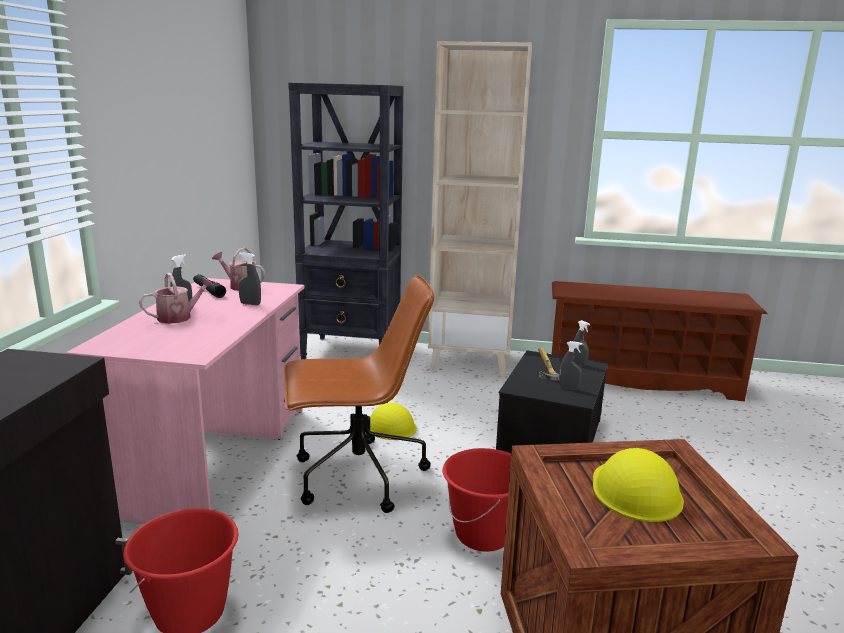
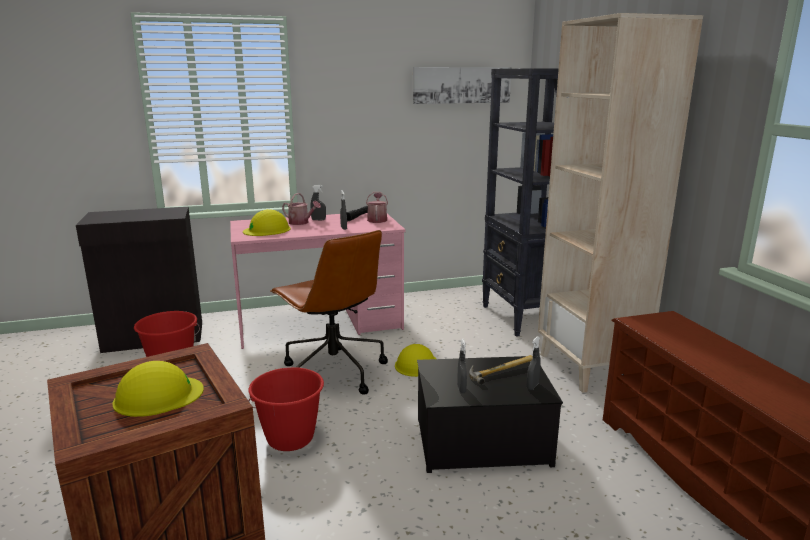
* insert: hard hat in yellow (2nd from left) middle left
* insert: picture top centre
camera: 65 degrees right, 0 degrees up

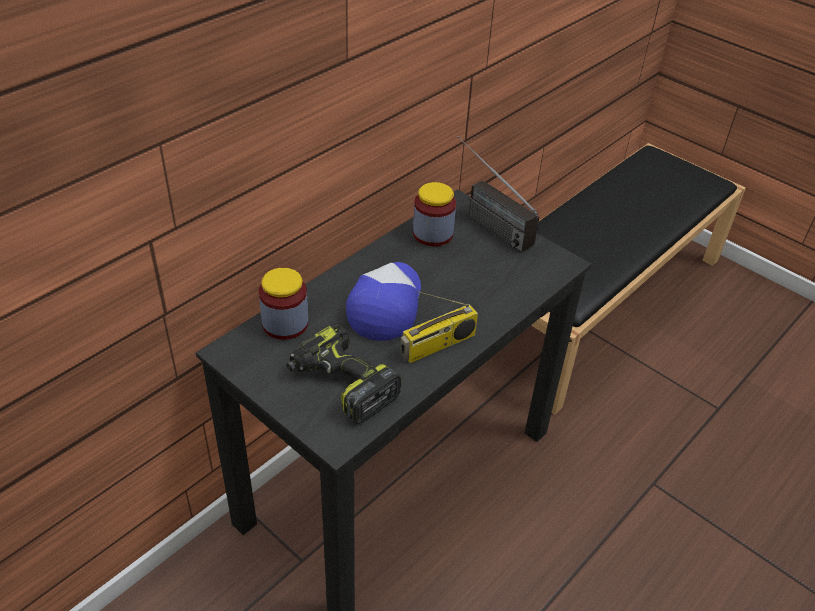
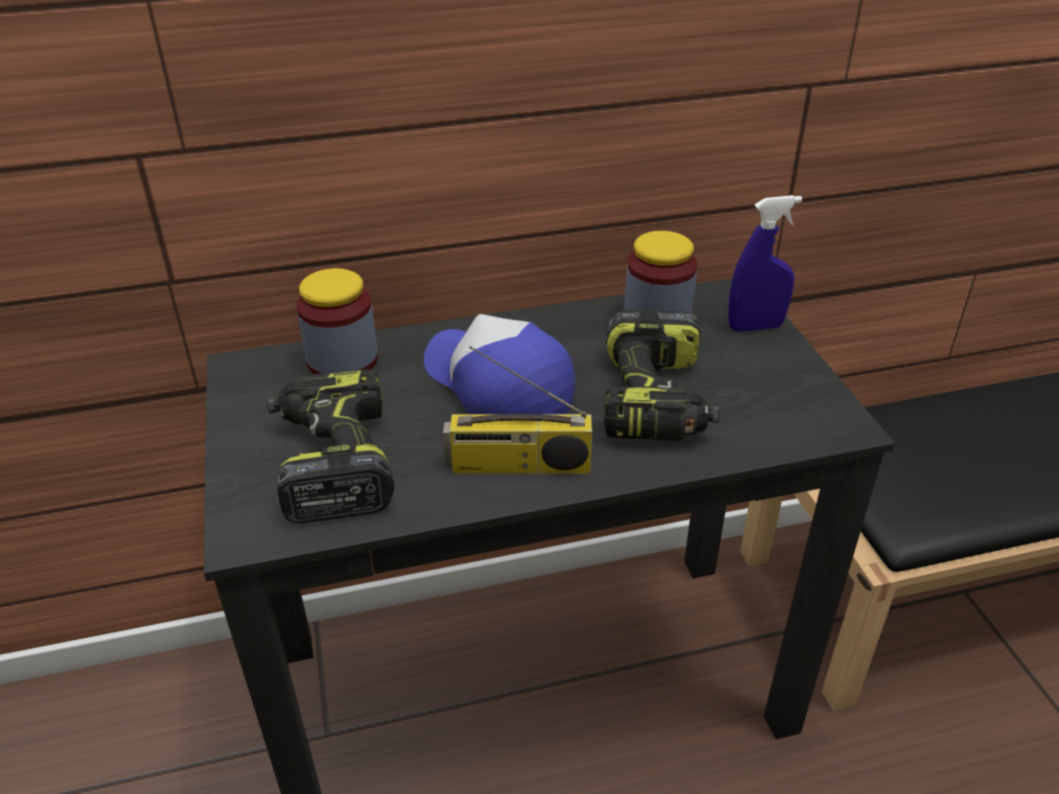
* rotate: cap centre = centre 90 degrees counterclockwise
* replace: radio (2nd from left) top centre to spray bottle in blue top right
* insert: power drill (2nd from left) centre
camera: 35 degrees right, 5 degrees down

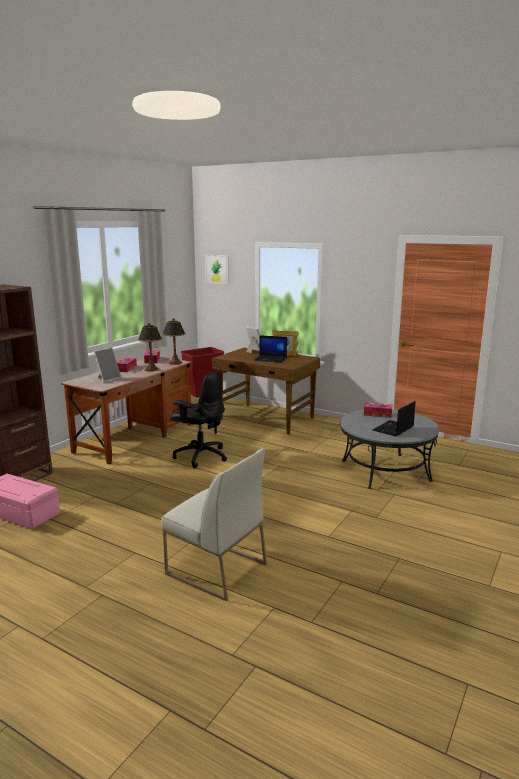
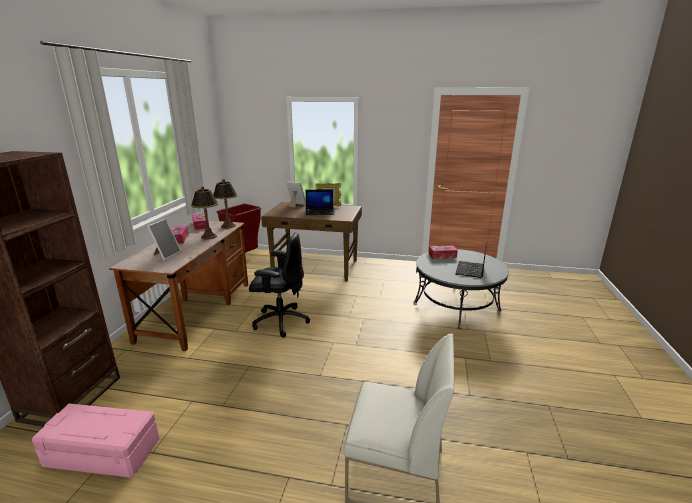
* delete: picture centre
camera: 20 degrees left, 5 degrees up

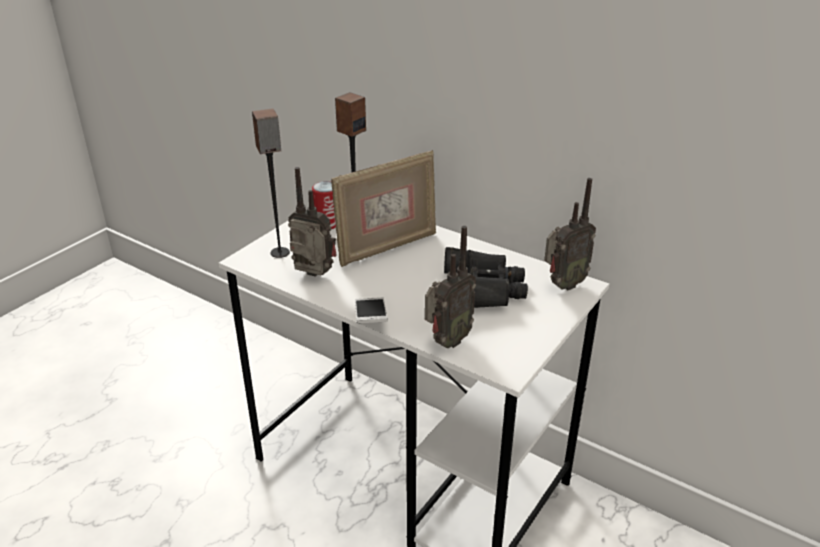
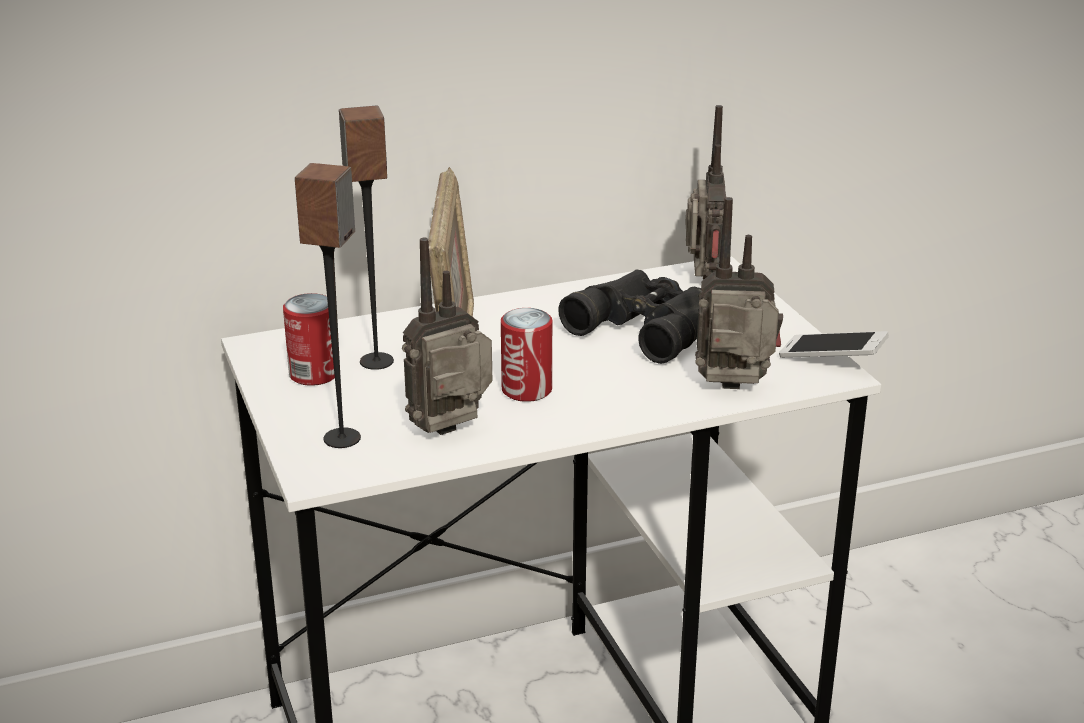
* move: phone centre to middle right
* rotate: radio (2nd from left in the first image) centre = middle right 75 degrees counterclockwise
* insert: can (2nd from left) centre
camera: 55 degrees left, 5 degrees down

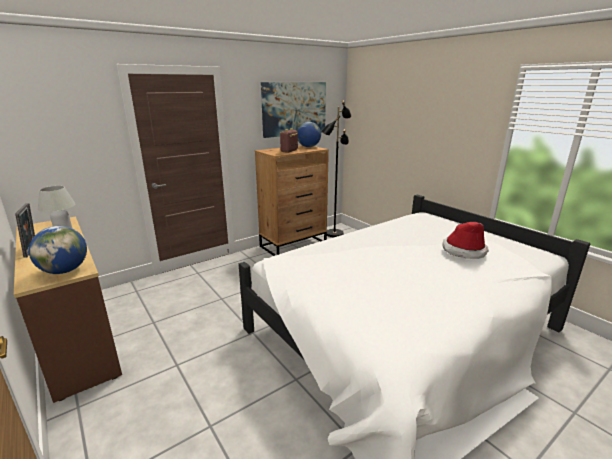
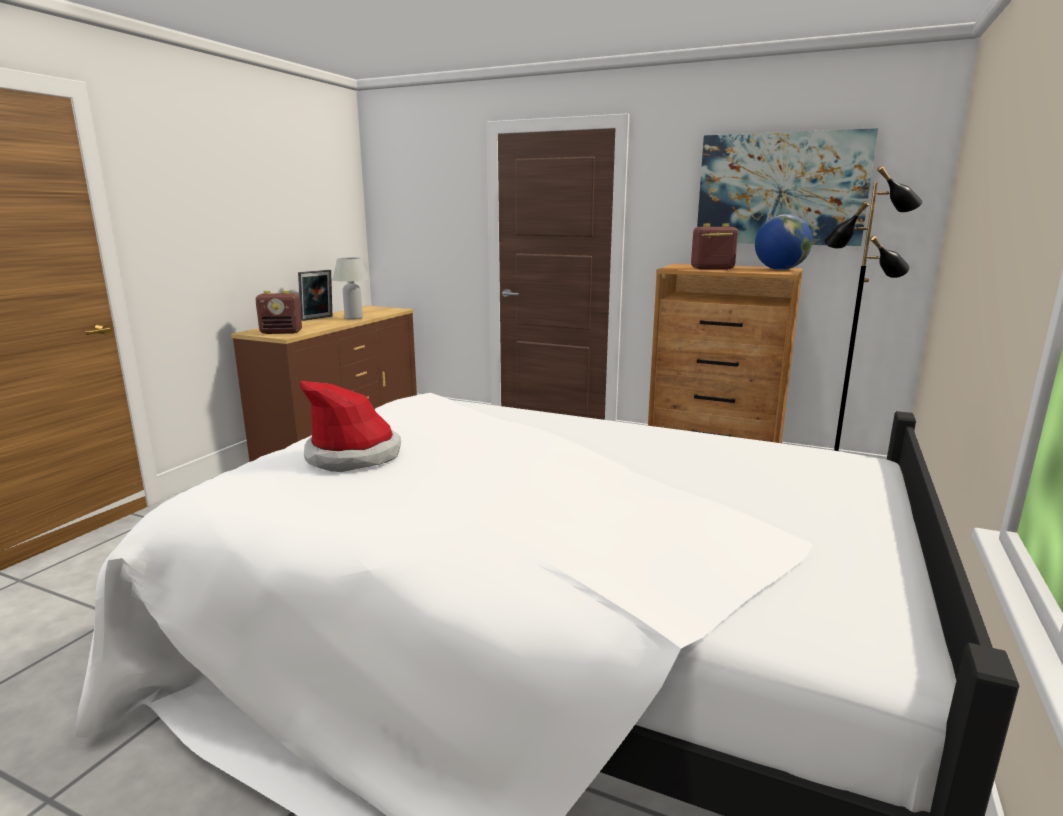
* replace: globe (1st from left) middle left to radio (1st from left) middle left
* move: hat middle right to middle left
camera: 60 degrees right, 5 degrees down

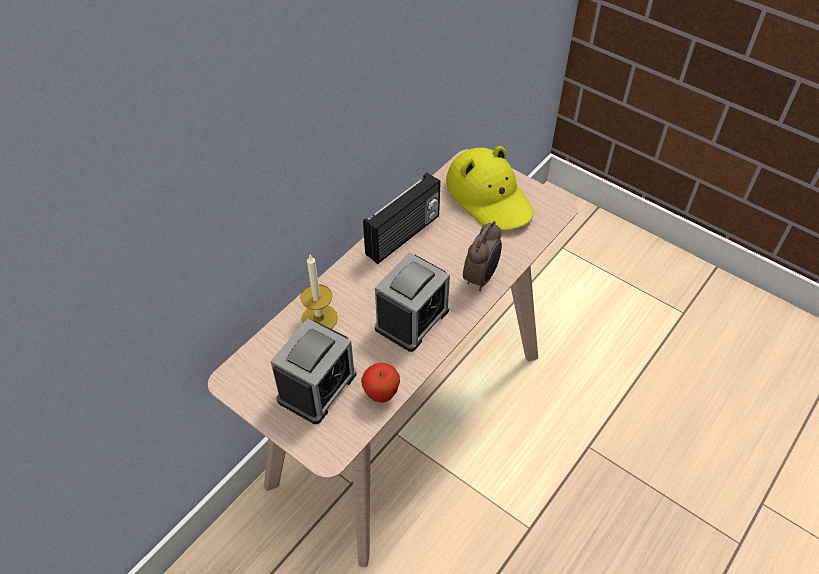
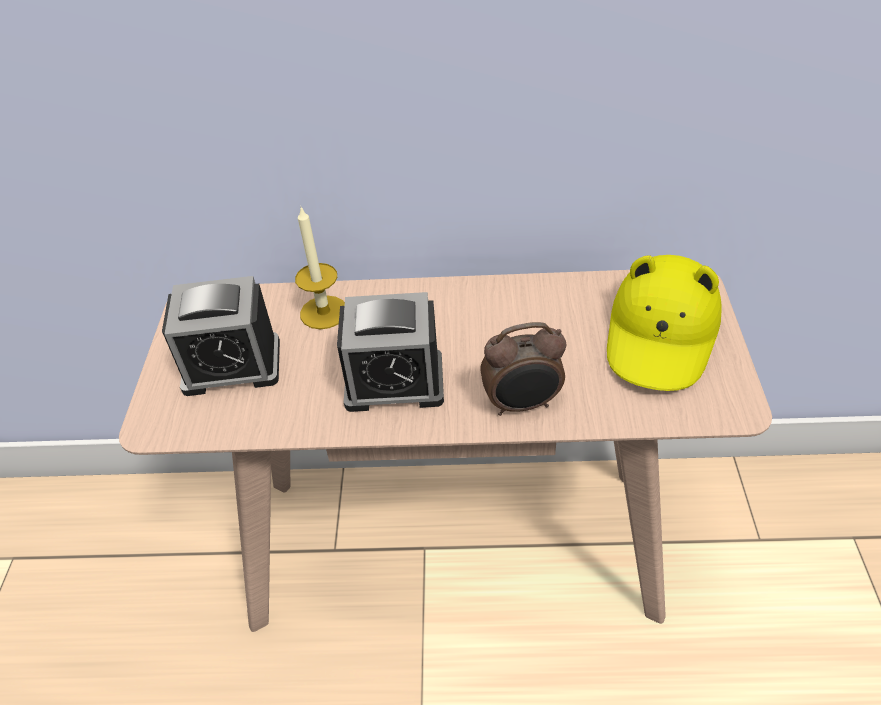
* delete: apple bottom centre
* delete: radio centre
camera: 55 degrees right, 5 degrees down

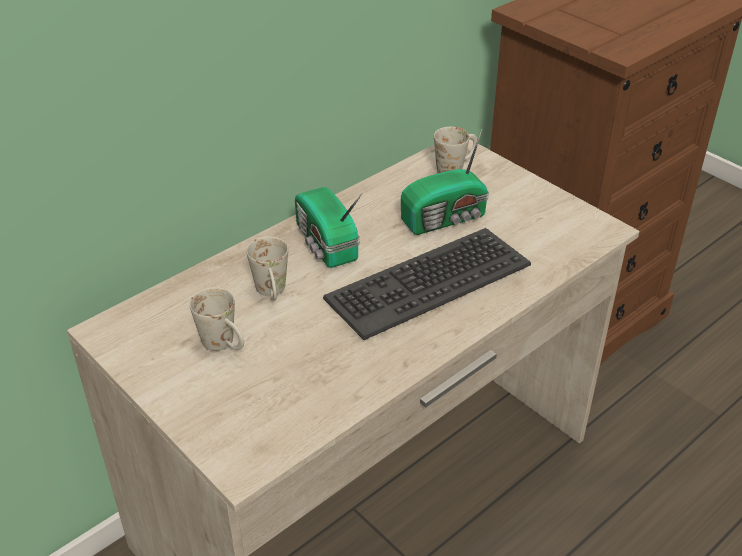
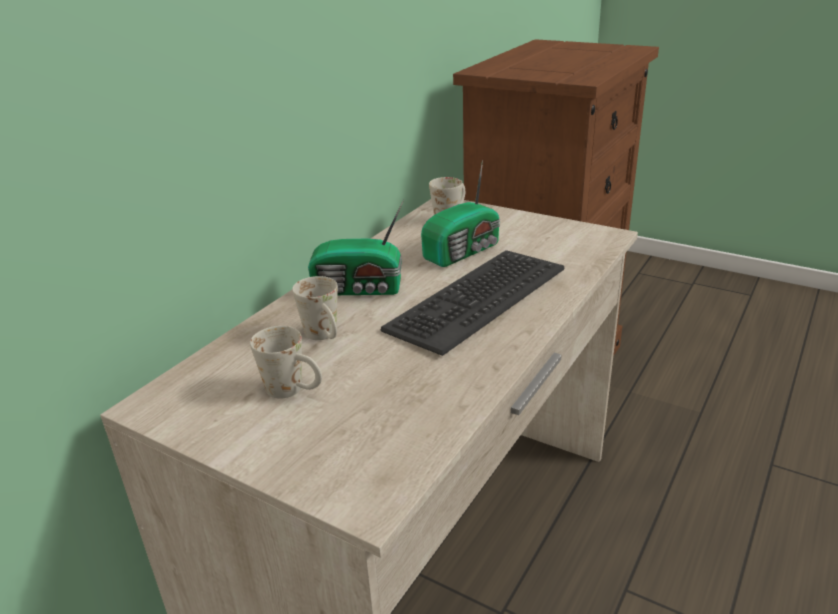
* rotate: radio (1st from left) centre = centre 45 degrees counterclockwise
camera: 15 degrees left, 10 degrees down

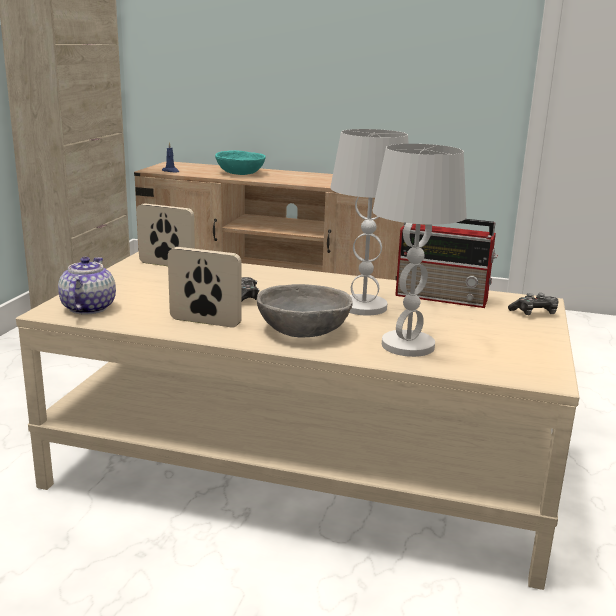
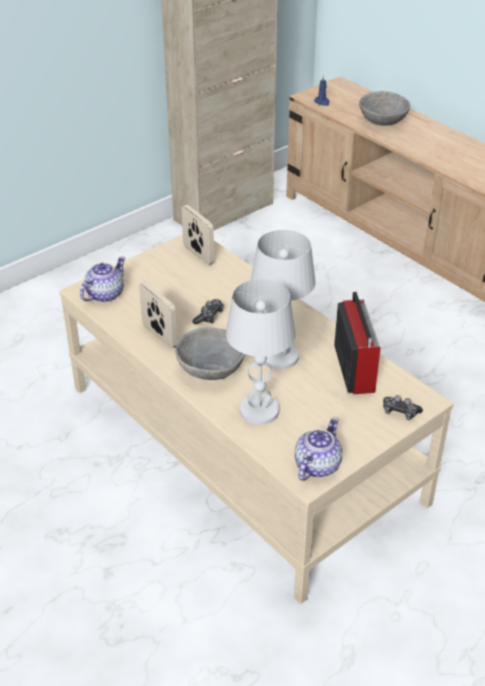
* recolor: bowl in turquoise top centre to bowl in grey (2nd from left) top right
* rotate: radio middle right = middle right 150 degrees counterclockwise
* insert: teapot (2nd from left) centre
camera: 35 degrees right, 20 degrees up

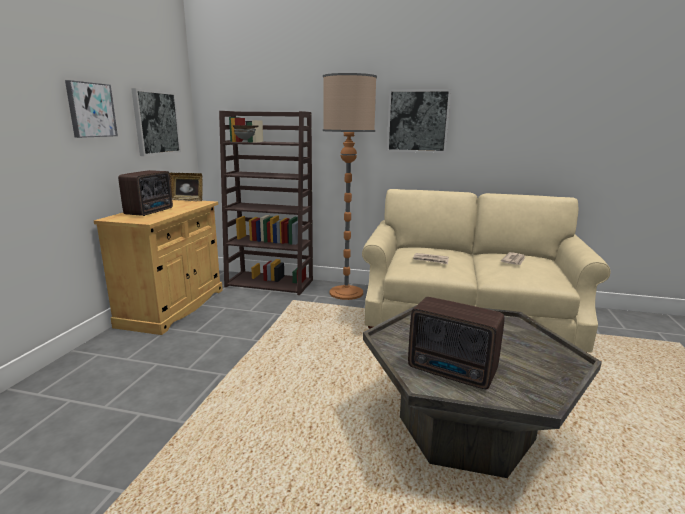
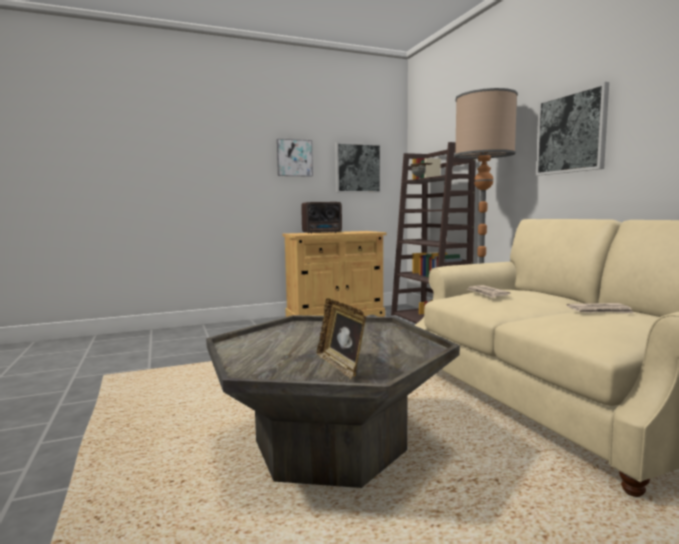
* move: picture frame middle left to centre
* delete: radio (2nd from left) bottom centre
camera: 55 degrees right, 10 degrees down

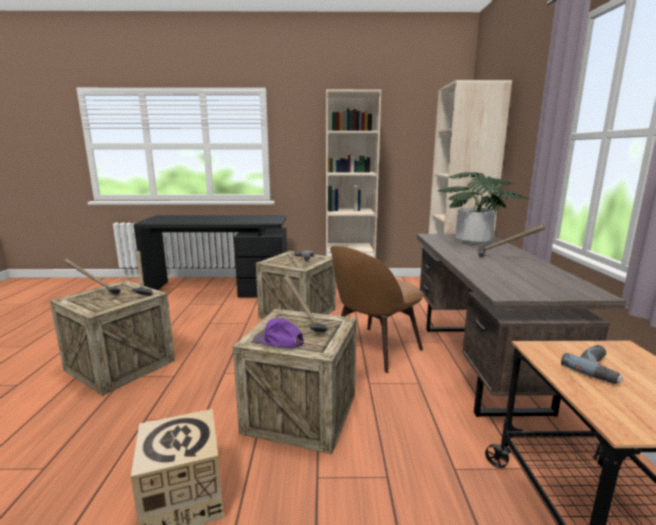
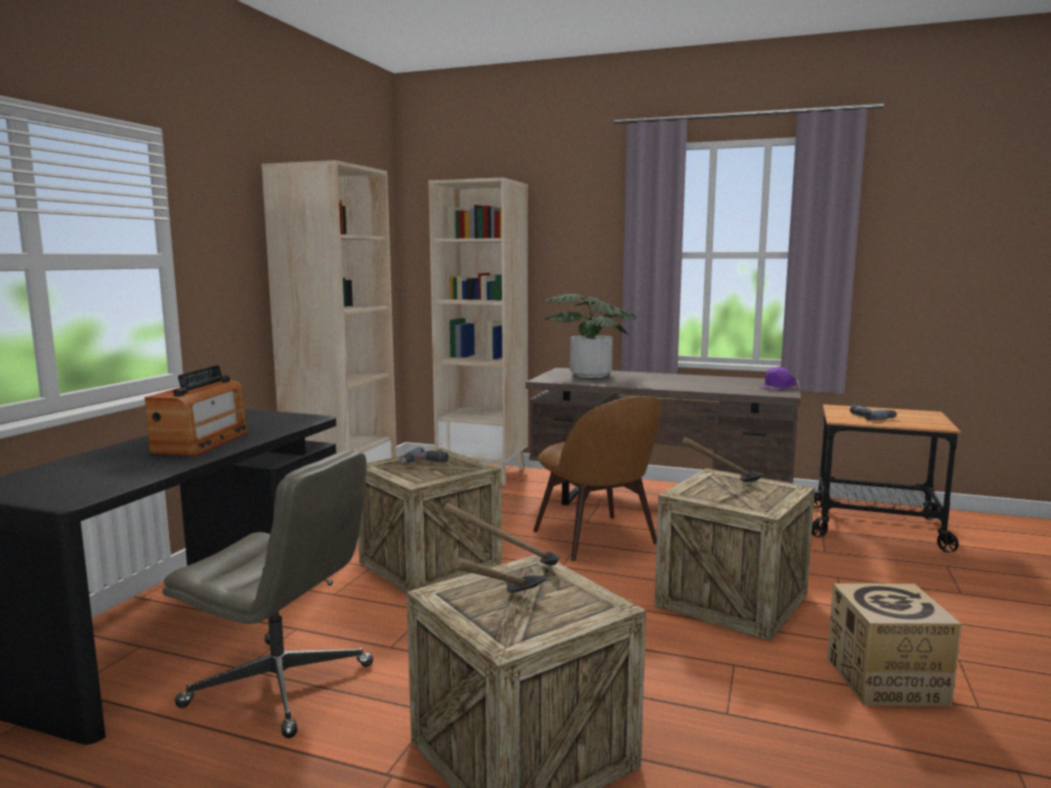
* move: cap in purple centre to middle right
* delete: hammer (4th from left) middle right
* insert: radio middle left
* insert: office chair in grey bottom left
camera: 70 degrees left, 5 degrees down

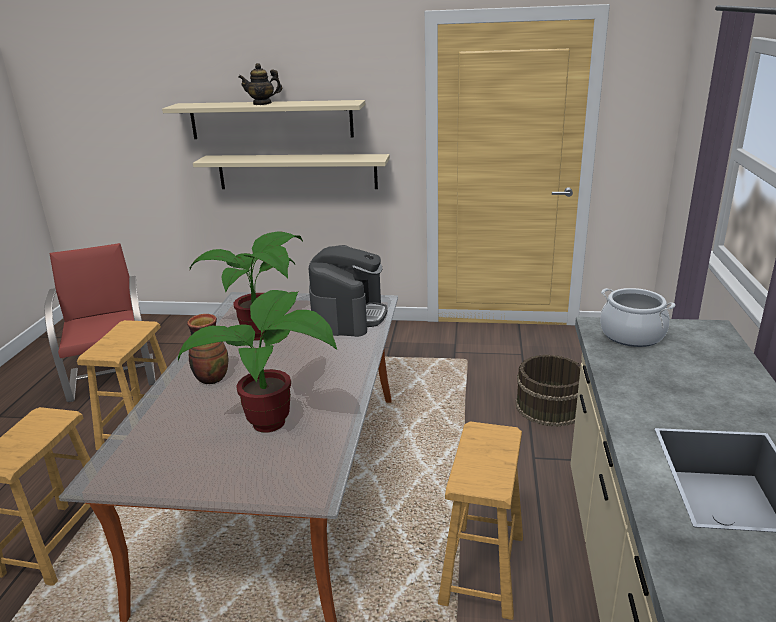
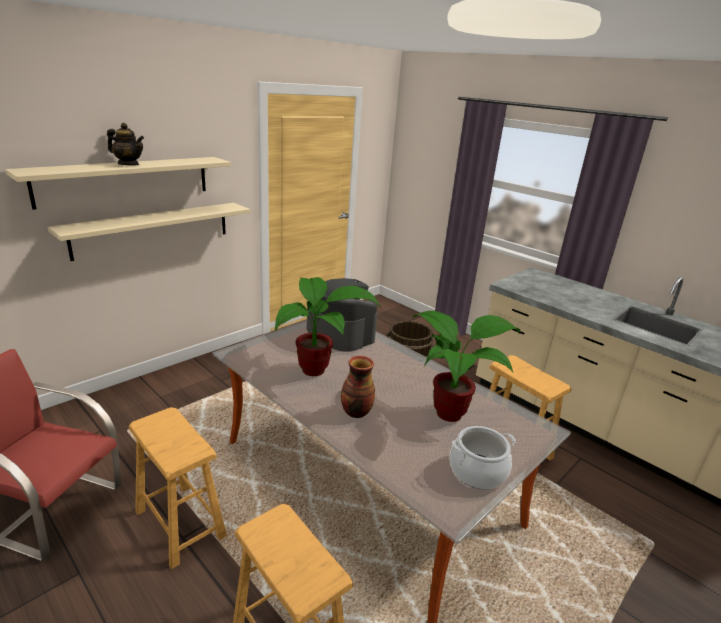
* rotate: teapot top centre = top left 105 degrees counterclockwise
* move: cooking pot middle right to bottom right
camera: 55 degrees left, 0 degrees up

